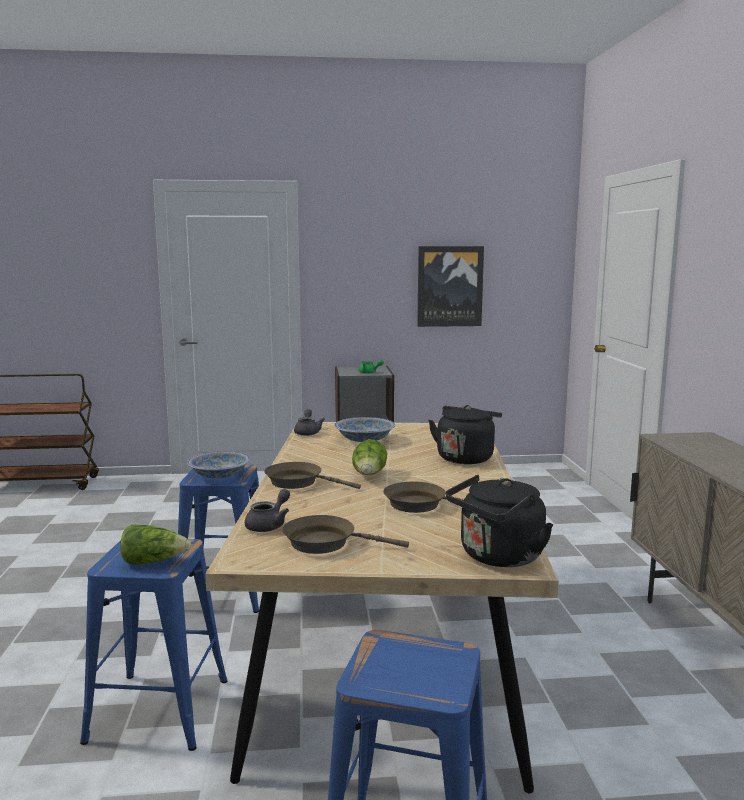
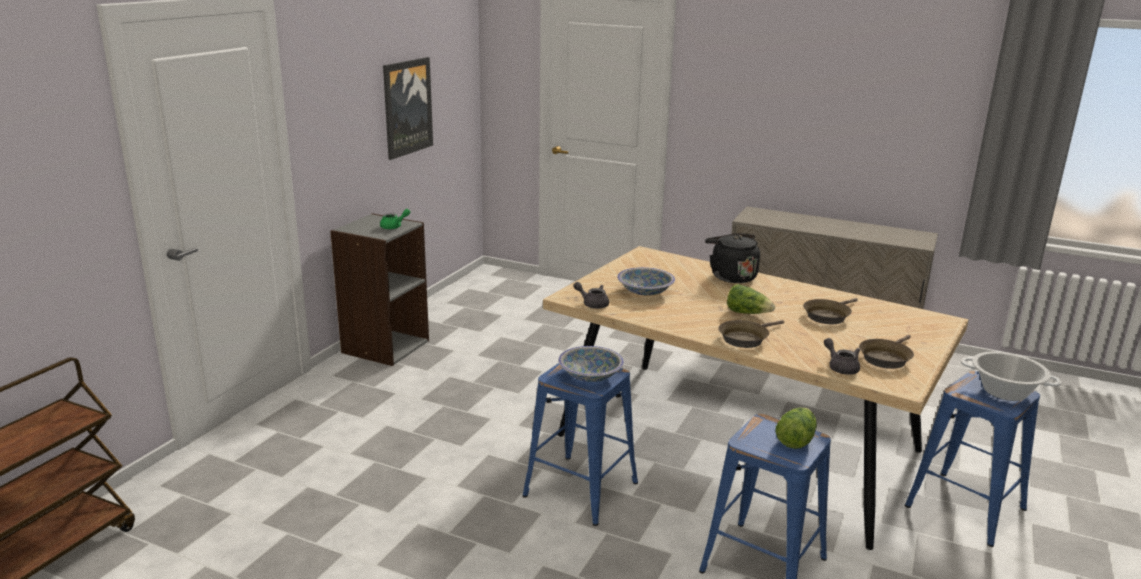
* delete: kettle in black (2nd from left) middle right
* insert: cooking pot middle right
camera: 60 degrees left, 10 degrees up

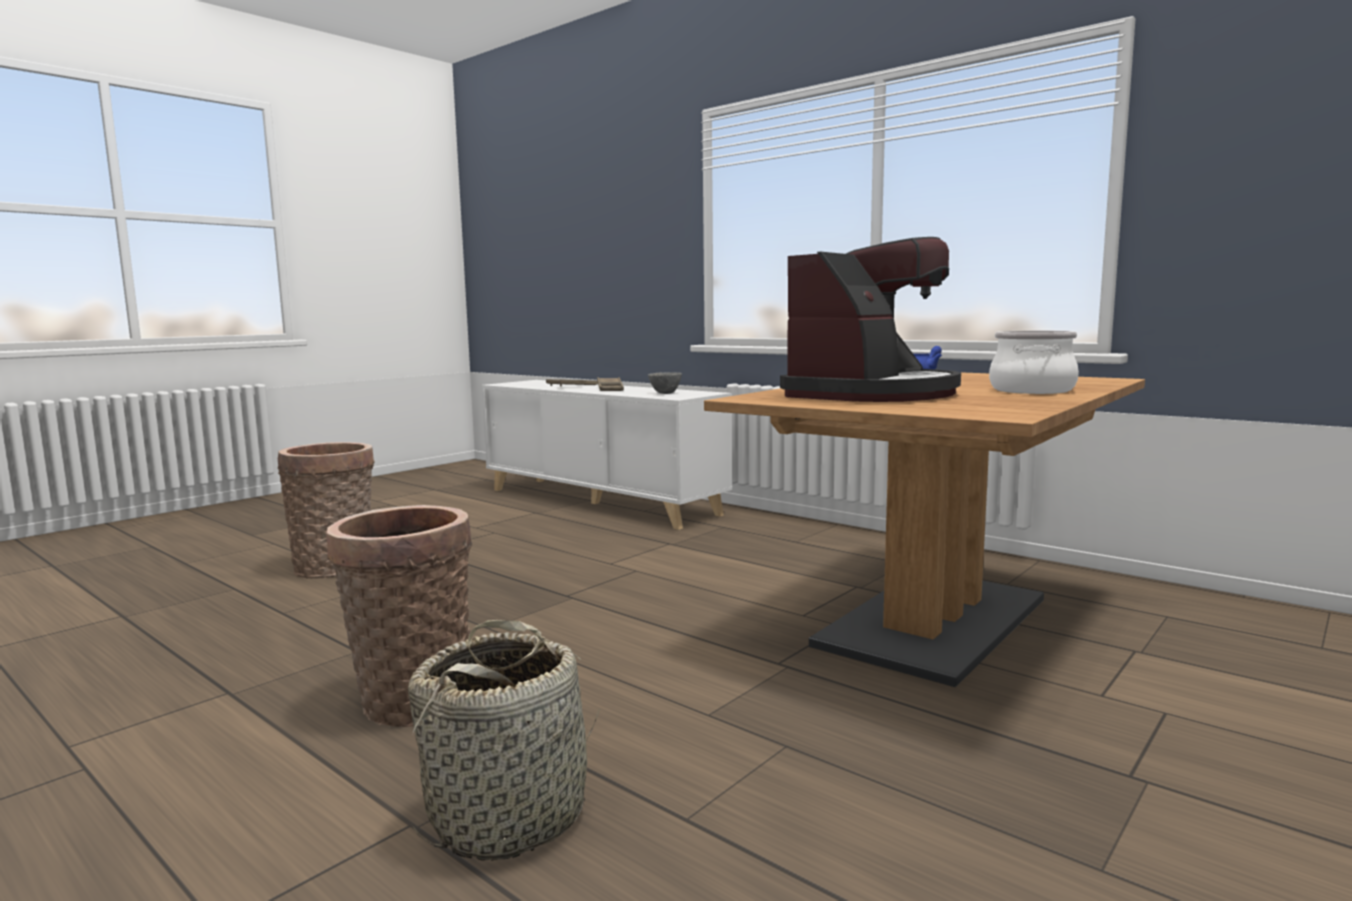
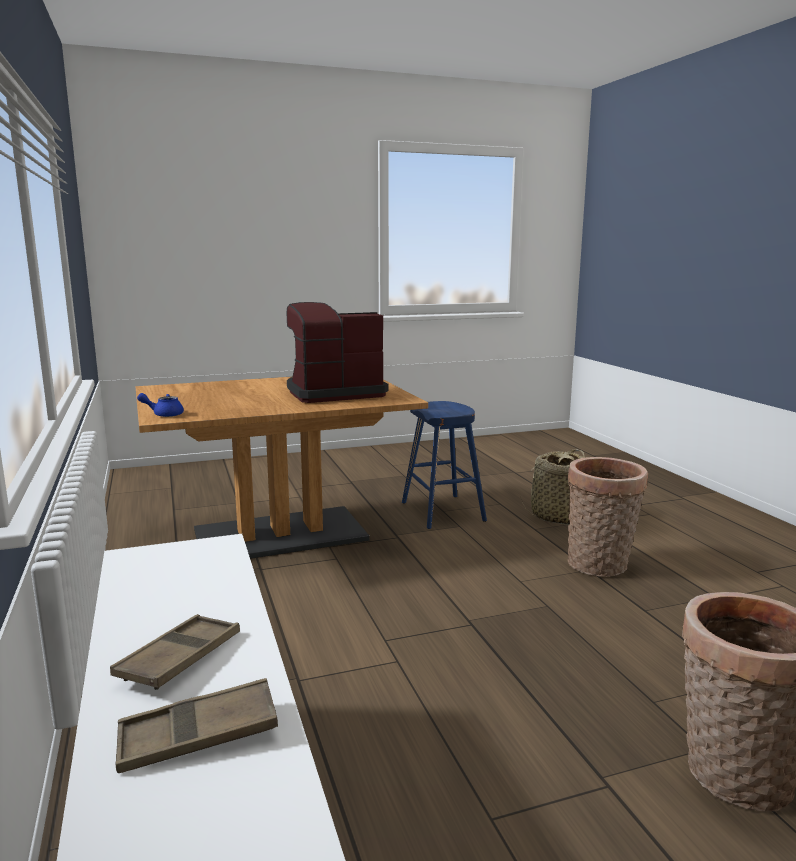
* delete: bowl in grey centre
* delete: cooking pot middle right
* insert: stool in blue centre
camera: 150 degrees left, 5 degrees up

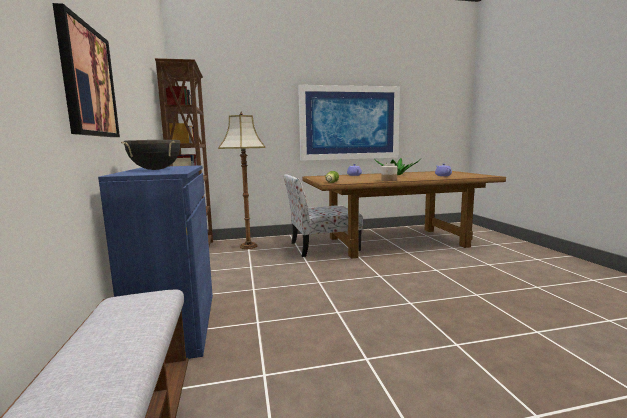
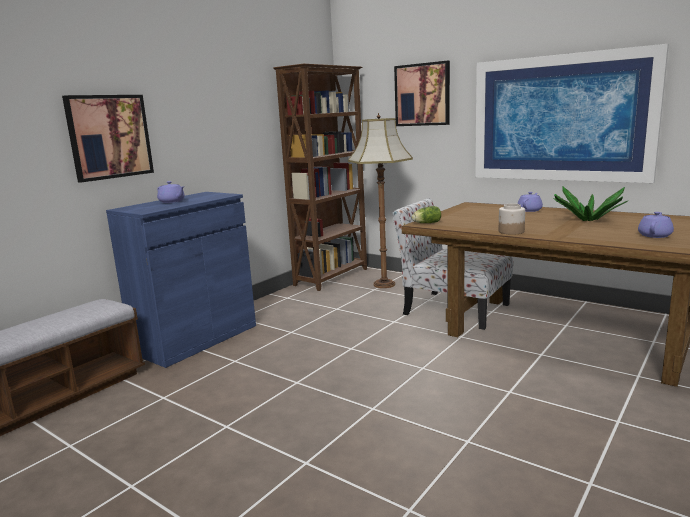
* replace: cooking pot in black middle left to teapot in purple (1st from left) middle left
* insert: picture (2nd from left) top centre
camera: 50 degrees right, 5 degrees up

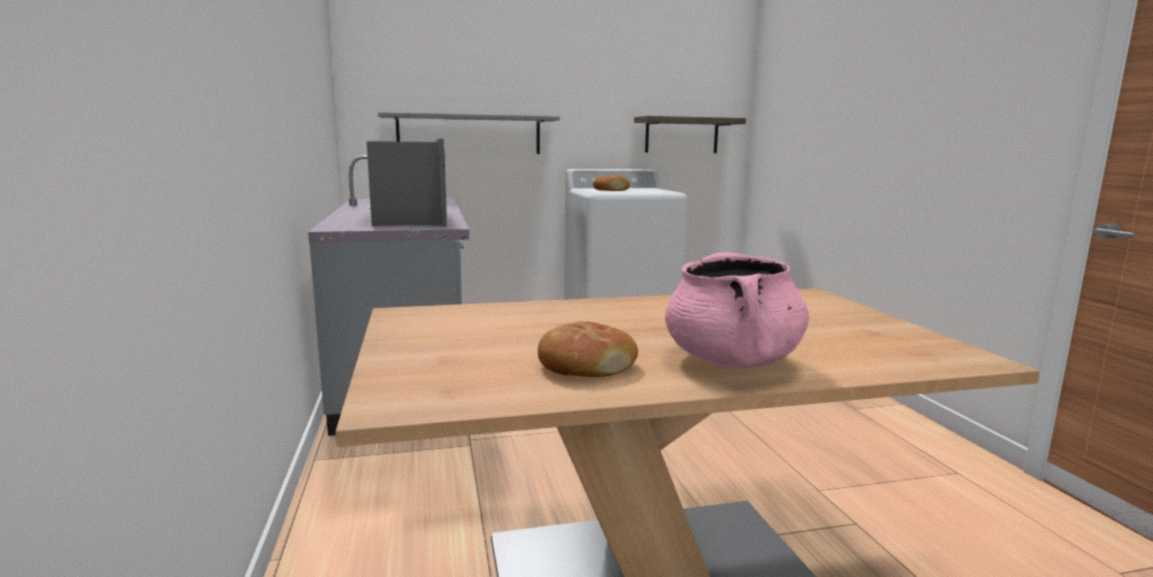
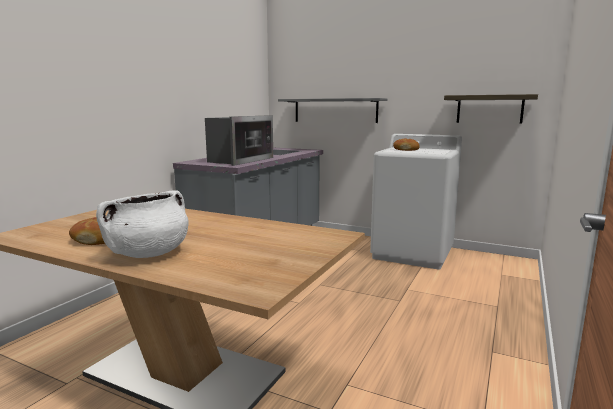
* recolor: cooking pot in pink centre to cooking pot in white middle left
camera: 40 degrees right, 0 degrees up

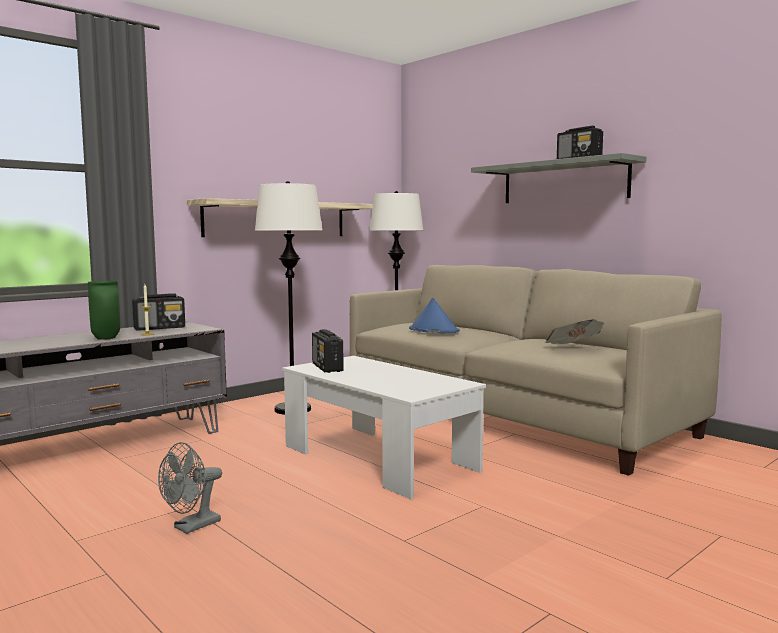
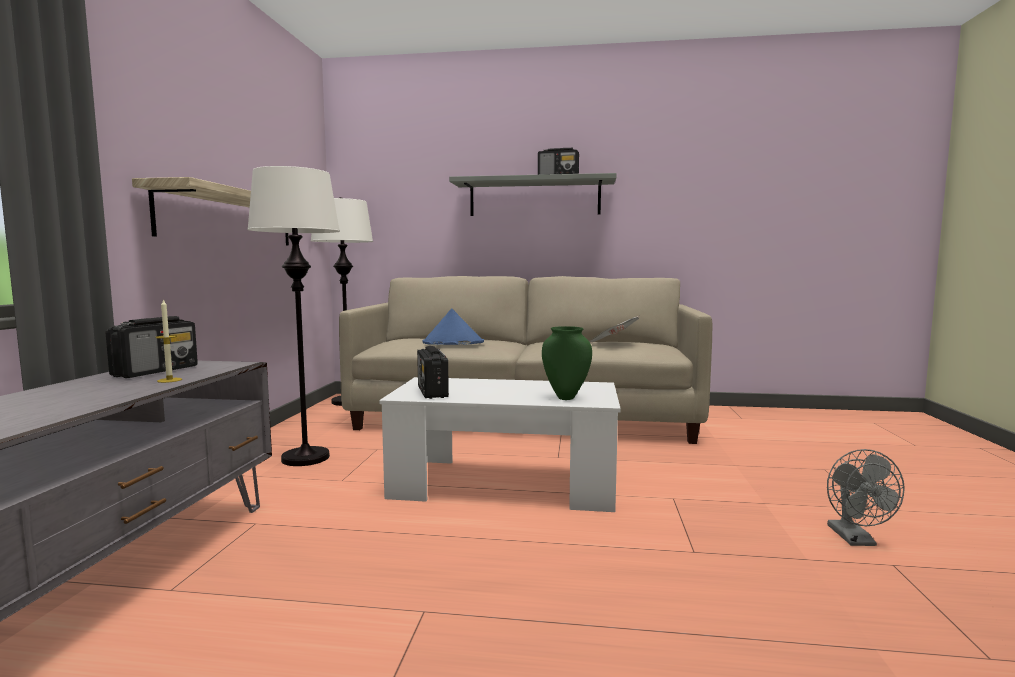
* move: vase in green middle left to centre
* move: fan in grey bottom left to bottom right
* rotate: radio (2nd from left) centre = centre 45 degrees clockwise
camera: 40 degrees left, 0 degrees up

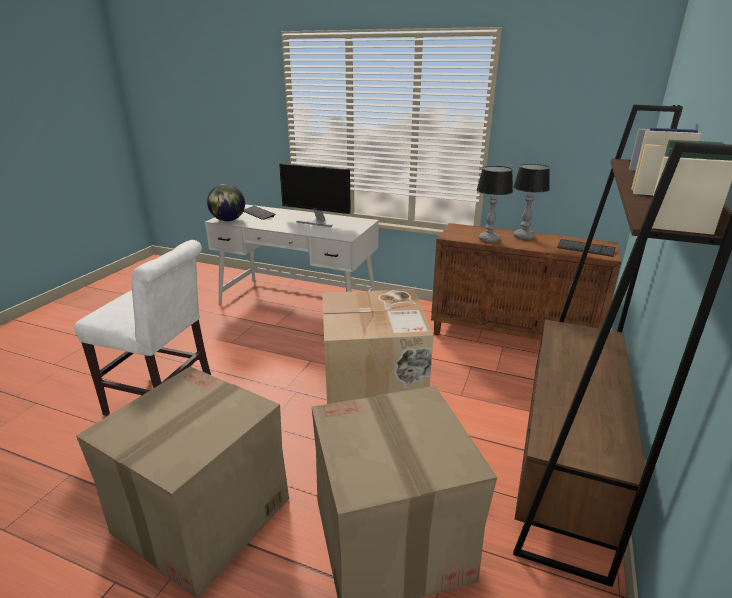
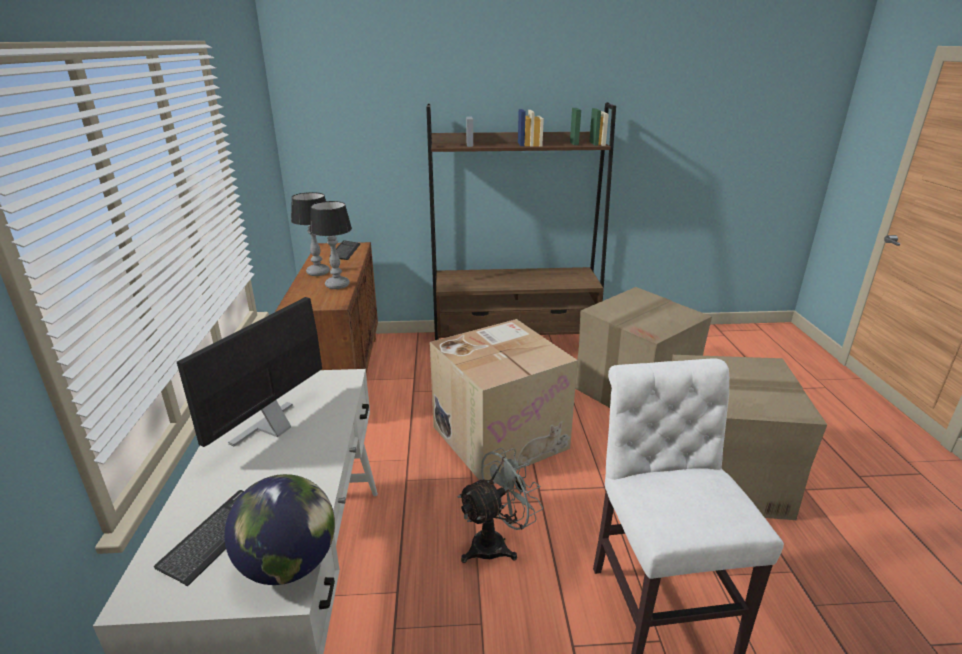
* rotate: monitor top centre = middle left 150 degrees counterclockwise
* insert: fan in grey bottom centre
camera: 115 degrees left, 0 degrees up

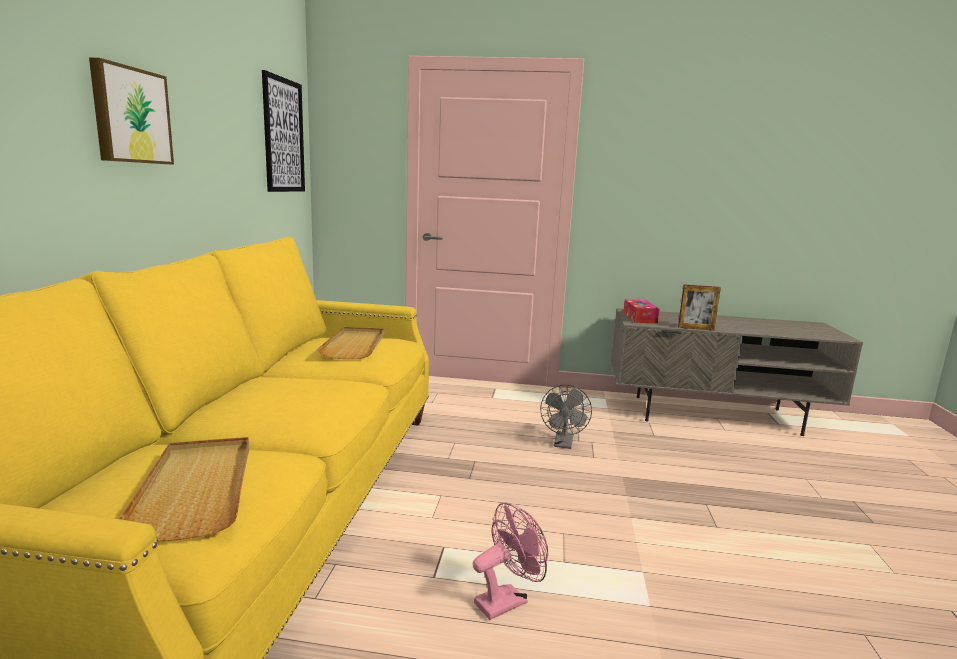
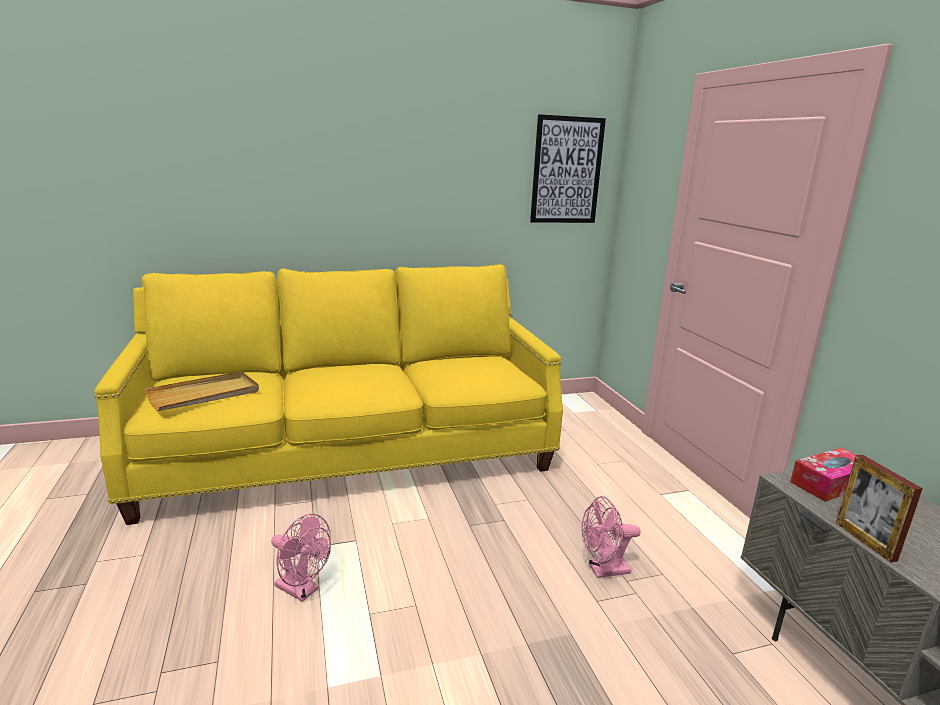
* delete: picture (1st from left) top left
* delete: tray in beige (2nd from left) centre
* recolor: fan in grey centre to fan in pink (2nd from left) bottom centre
camera: 65 degrees right, 5 degrees up

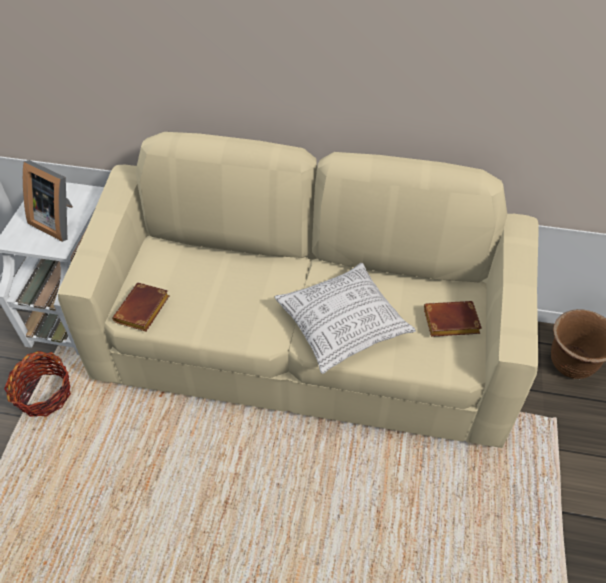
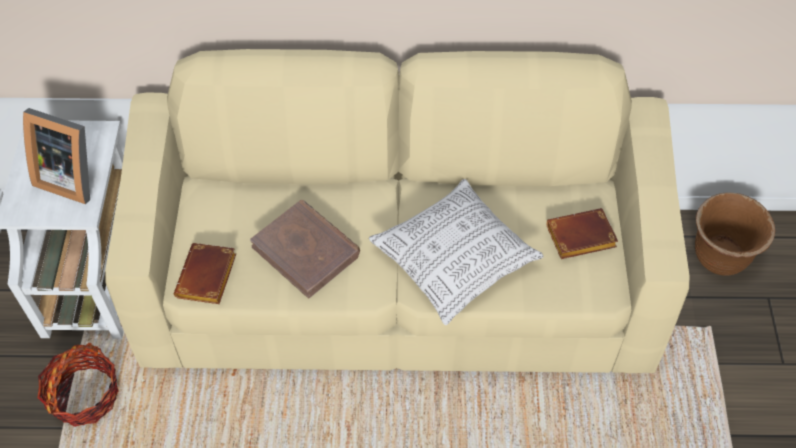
* insert: book in brown (2nd from left) centre
camera: 10 degrees left, 5 degrees up

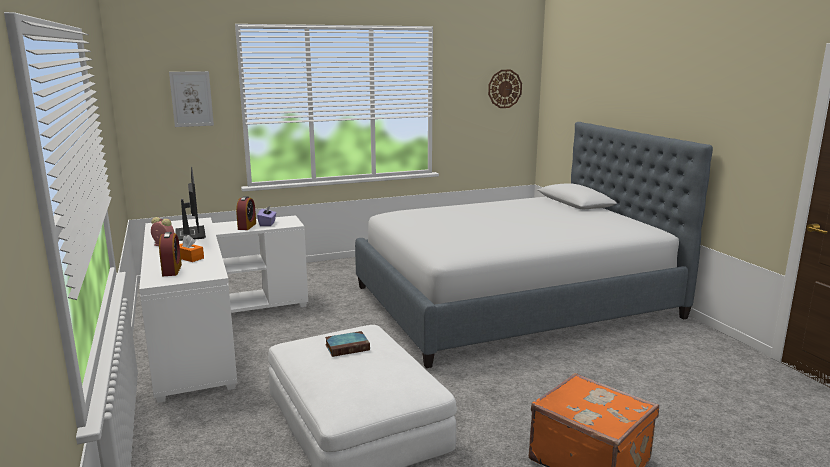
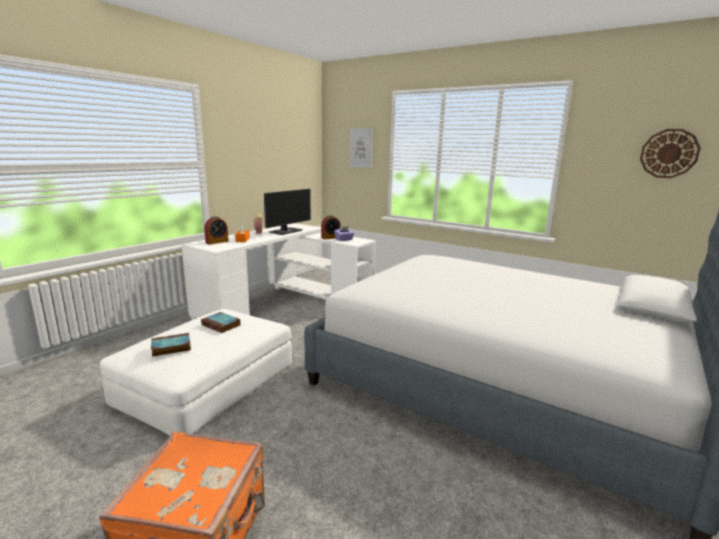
* insert: book (1st from left) middle left
camera: 55 degrees right, 0 degrees up

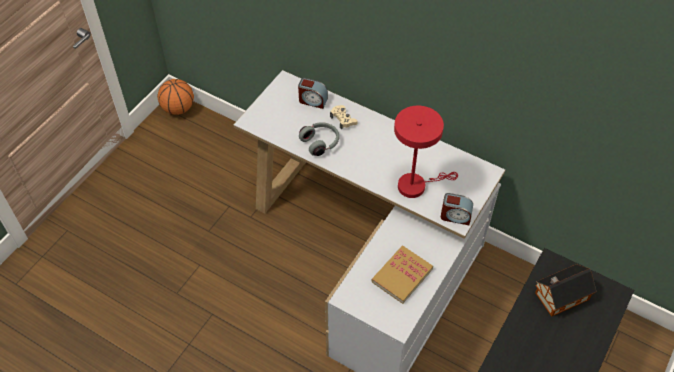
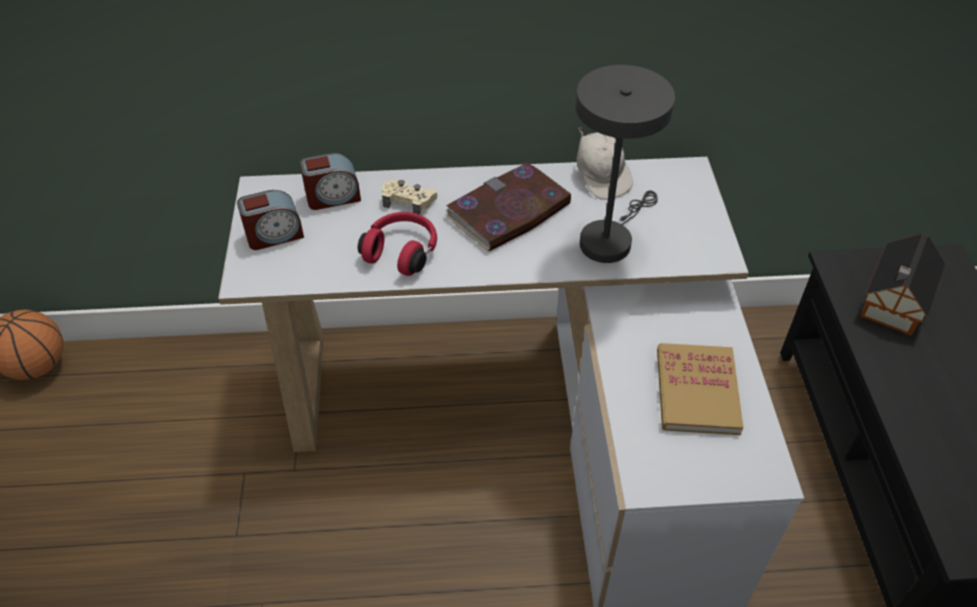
* recolor: headphones in grey centre to headphones in red centre
* recolor: table lamp in red centre to table lamp in grey top centre
* move: alarm clock (2nd from left in the first image) middle right to alarm clock (1st from left) middle left
* insert: book (1st from left) centre
* insert: cap in white top centre
camera: 35 degrees left, 5 degrees down

